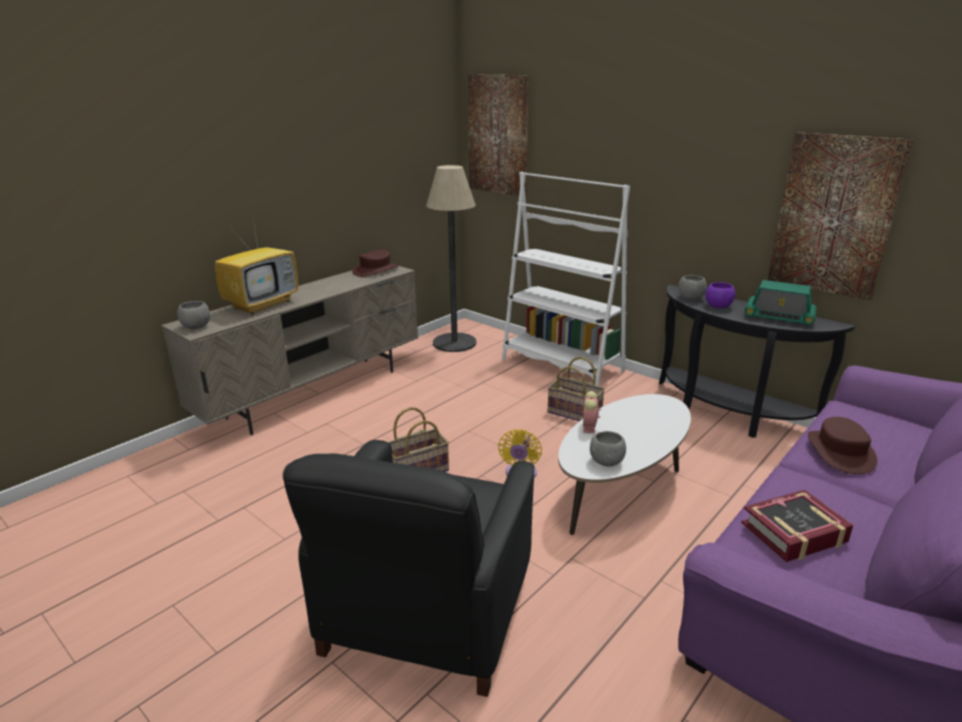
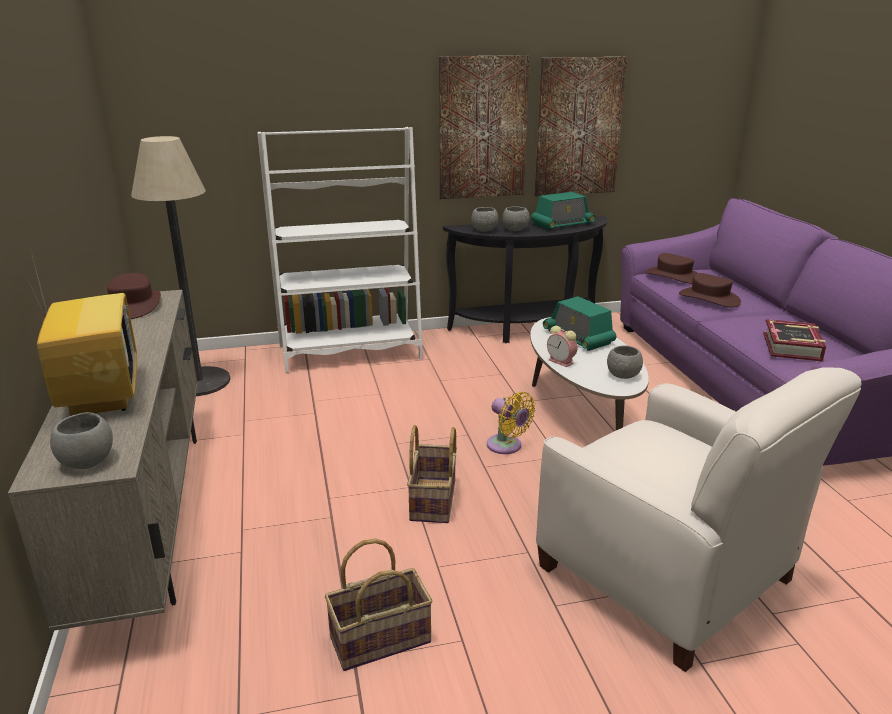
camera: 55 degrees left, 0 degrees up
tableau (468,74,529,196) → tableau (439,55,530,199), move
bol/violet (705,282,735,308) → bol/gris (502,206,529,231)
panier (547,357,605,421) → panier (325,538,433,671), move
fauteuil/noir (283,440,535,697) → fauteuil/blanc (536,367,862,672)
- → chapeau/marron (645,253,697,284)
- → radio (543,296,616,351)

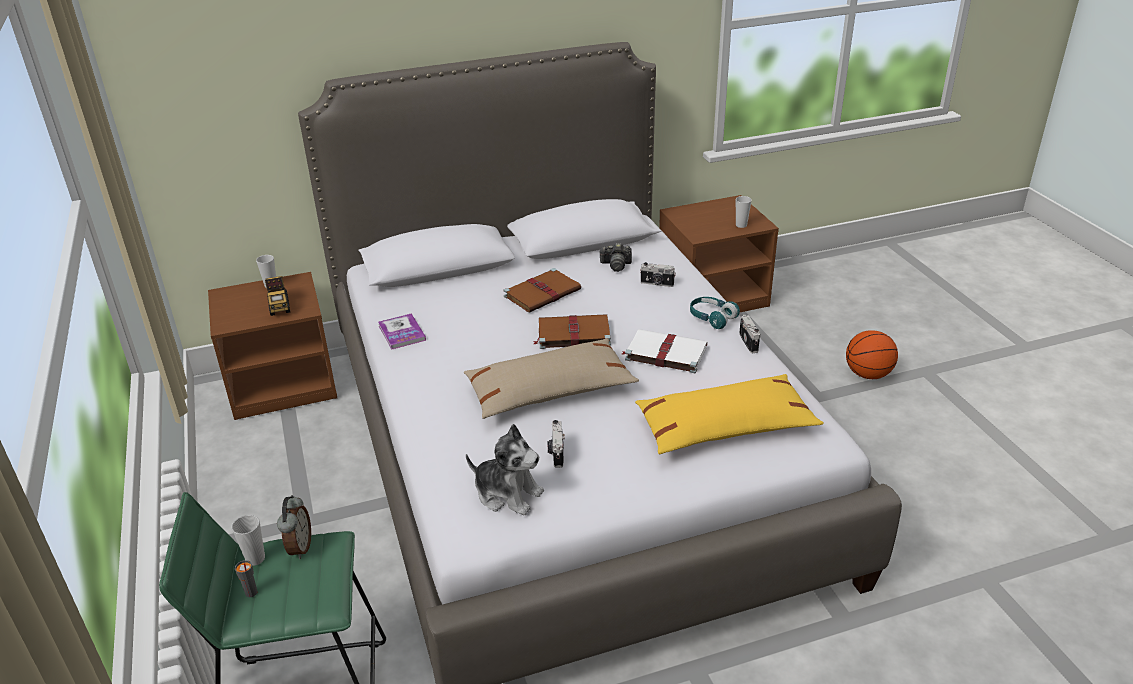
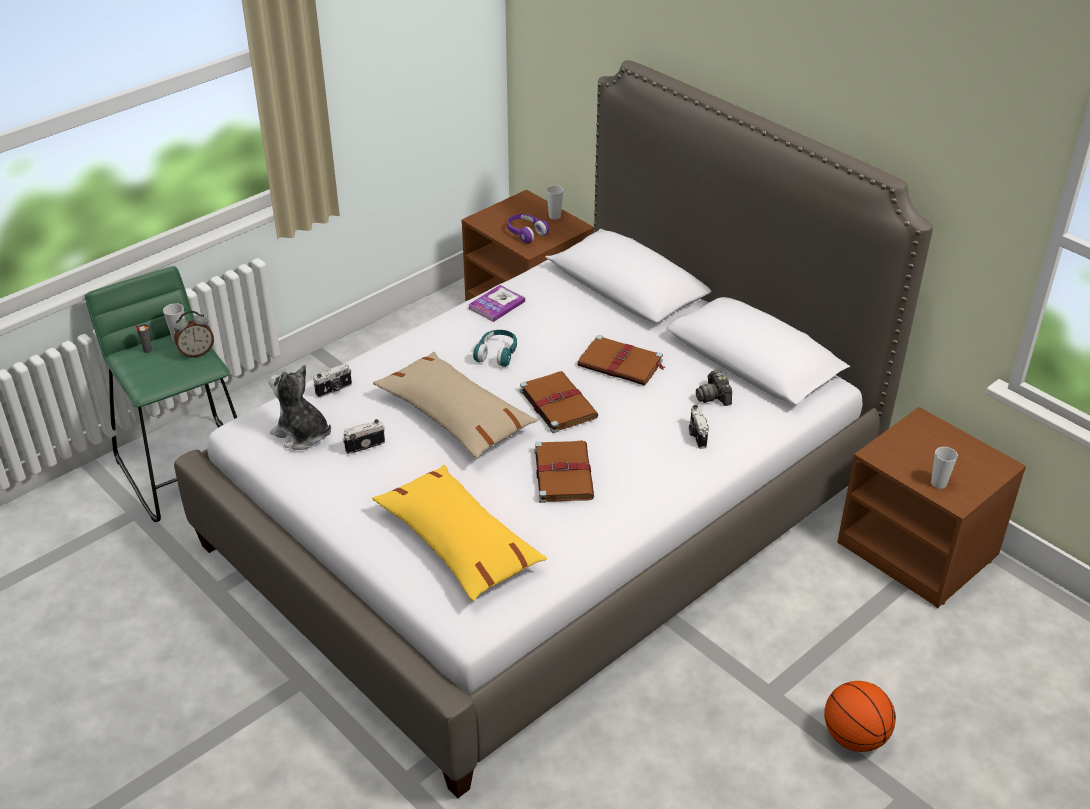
camera: 65 degrees right, 5 degrees up
camion jouet (265,276,290,316) → casque audio/violet (507,214,550,243)
casque audio/turquoise (690,297,740,329) → casque audio/turquoise (473,330,517,367), move
appareil photo (739,315,760,353) → appareil photo (313,363,352,398), move
livre/blanc (622,329,708,373) → livre/marron (534,440,594,503)
peluche (466,424,544,515) → peluche (269,365,331,450), 120 degrees clockwise

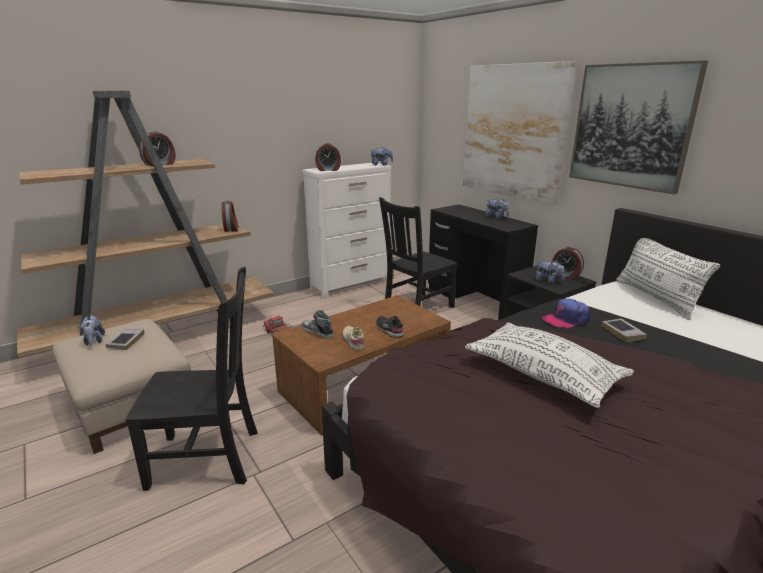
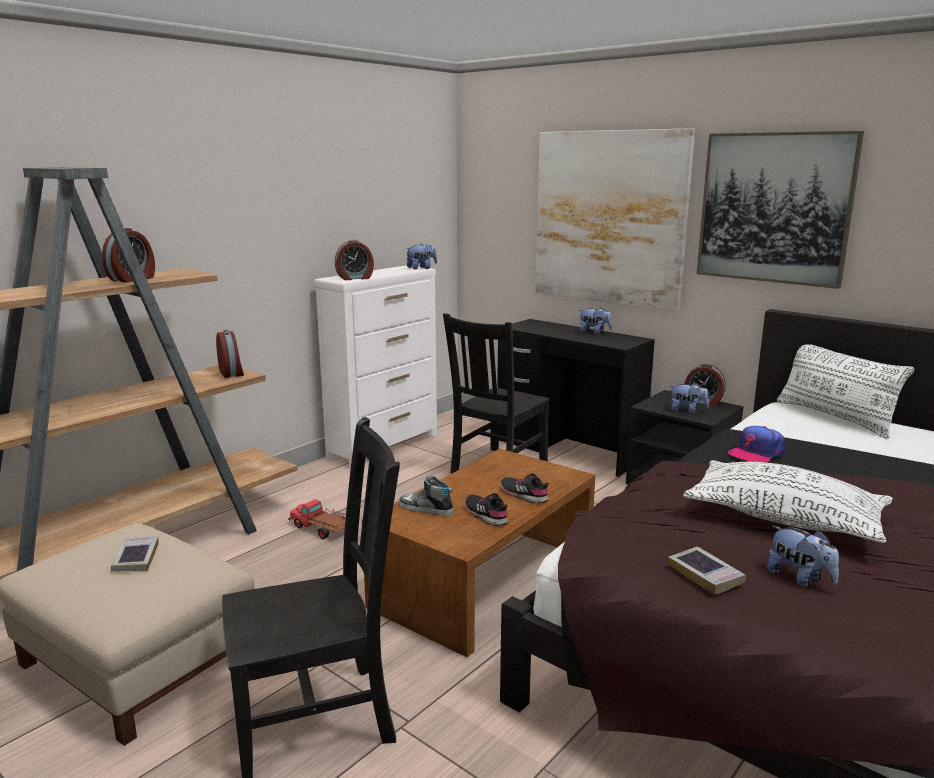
camera: 15 degrees left, 5 degrees down
peluche (79,314,105,345) → peluche (767,526,839,587), move
livre (602,318,647,342) → livre (668,546,746,595), move
chaussure/beige (342,326,364,350) → chaussure/noir (464,493,508,526)

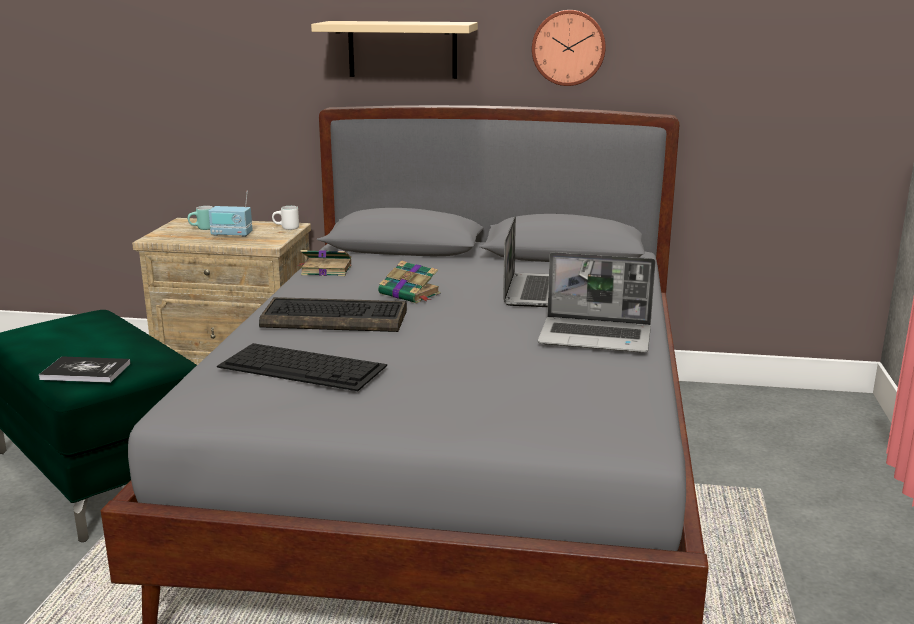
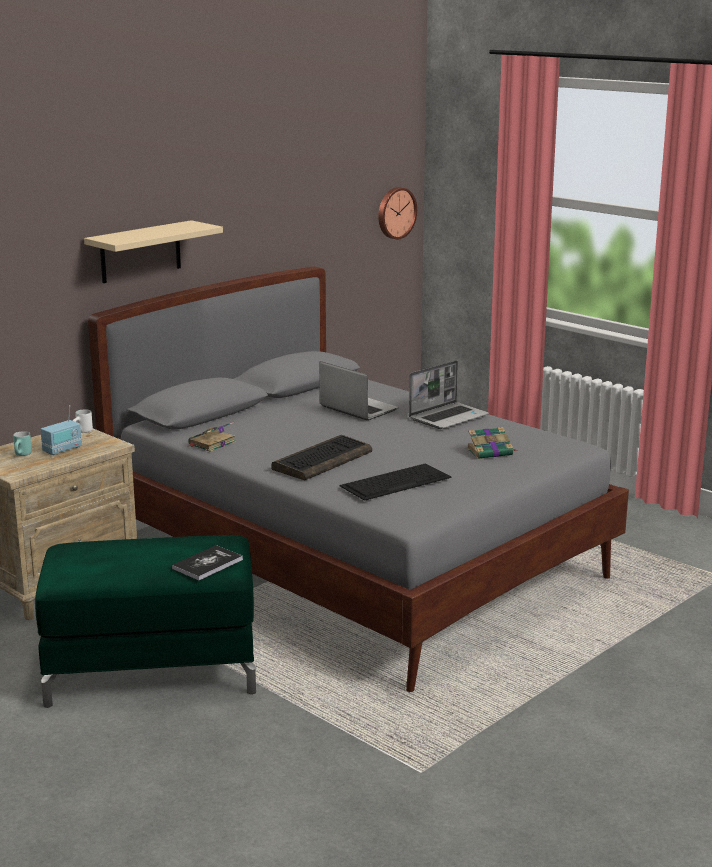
camera: 55 degrees left, 0 degrees up
horloge murale (532,10,606,86) → horloge murale (378,187,417,239), move
livre (378,260,440,303) → livre (467,427,517,459), move

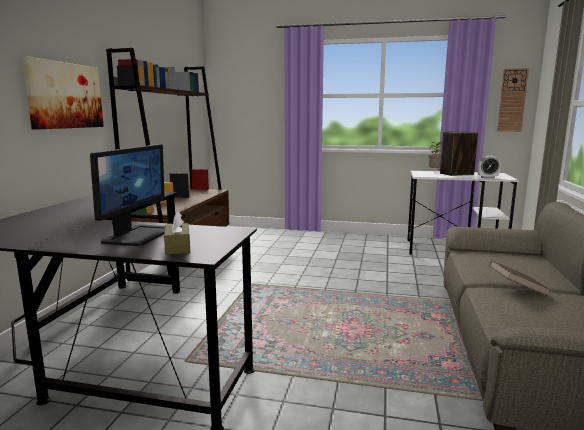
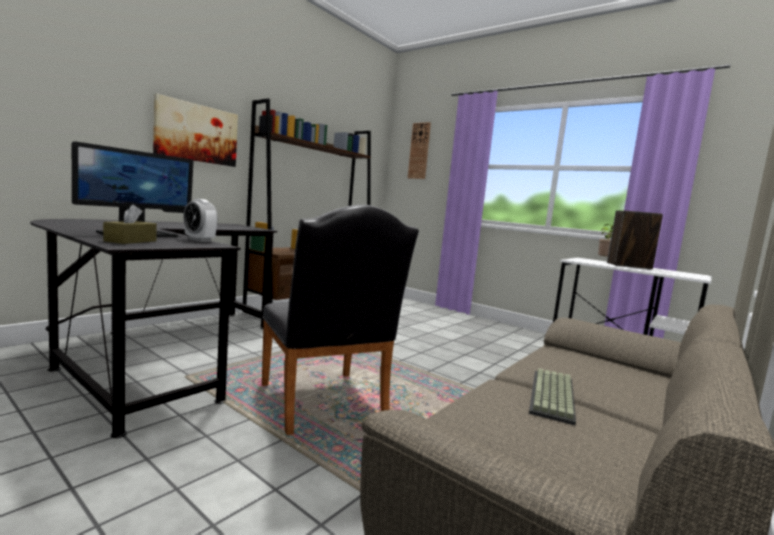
camera: 25 degrees right, 5 degrees down
horloge murale (497,68,529,132) → horloge murale (408,122,431,179), move
réveil (477,155,501,179) → réveil (183,199,218,242), move
livre/marron (489,260,551,296) → clavier (529,368,576,425)
- → chaise/noir (262,205,419,435)

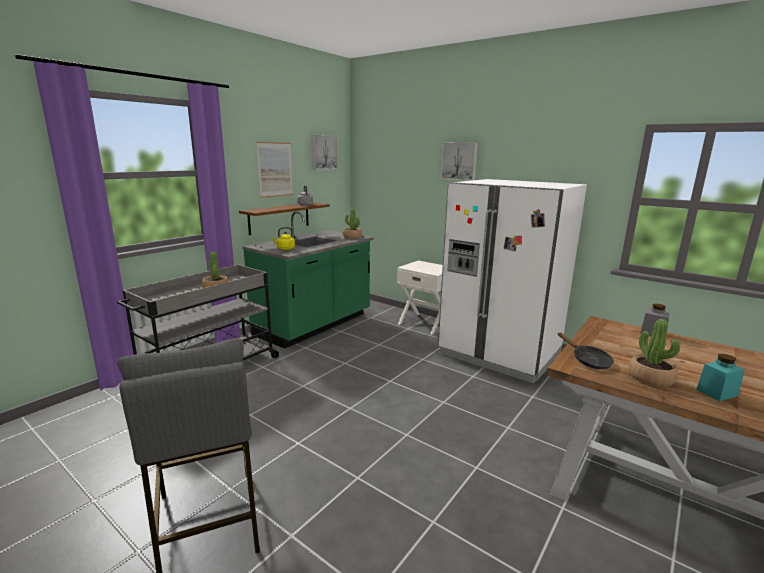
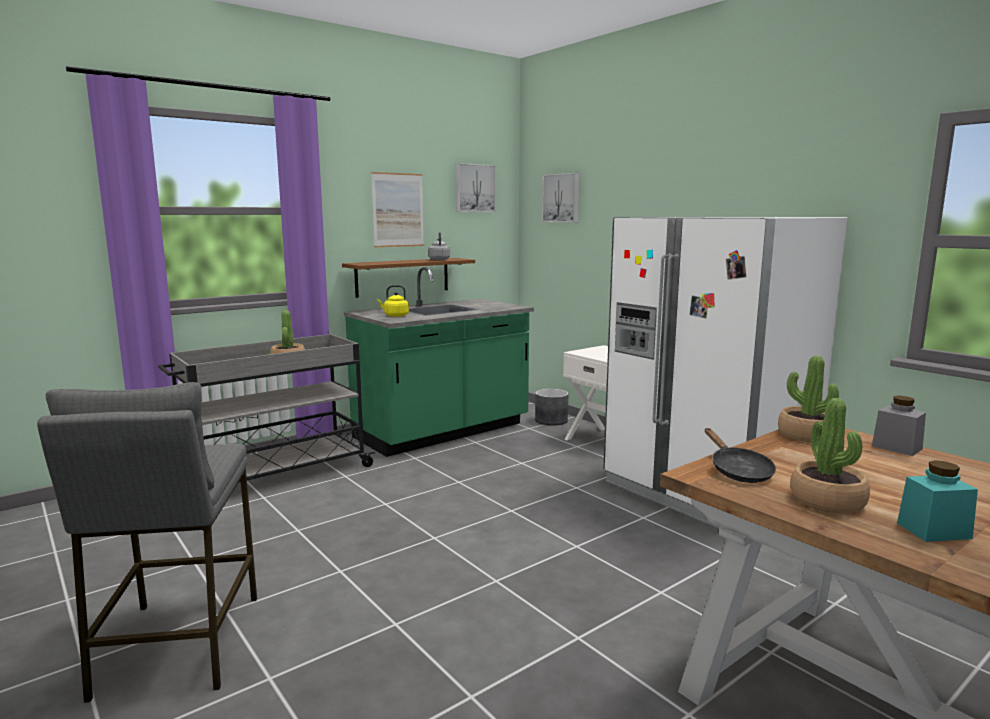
camera: 15 degrees right, 5 degrees down
tableau (441,142,478,181) → tableau (542,173,579,222), move
plante en pot (343,208,362,239) → plante en pot (778,356,839,443), move
- → cache-pot/gris (535,389,569,426)

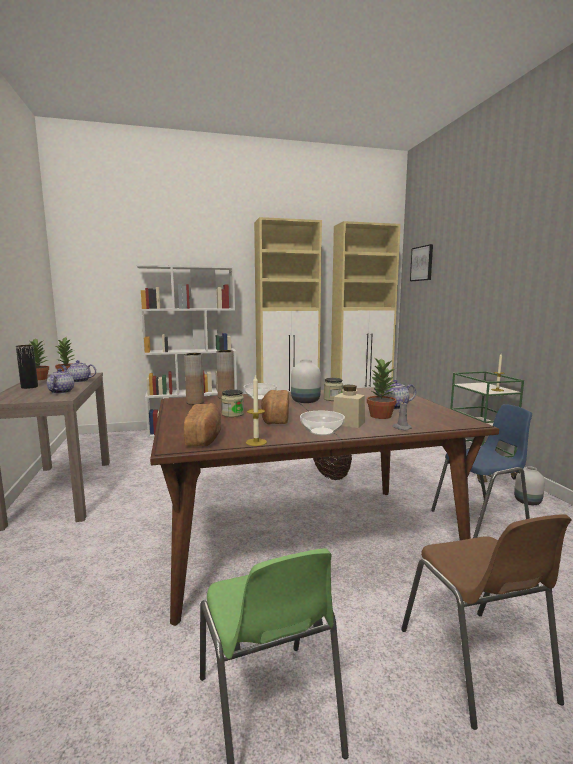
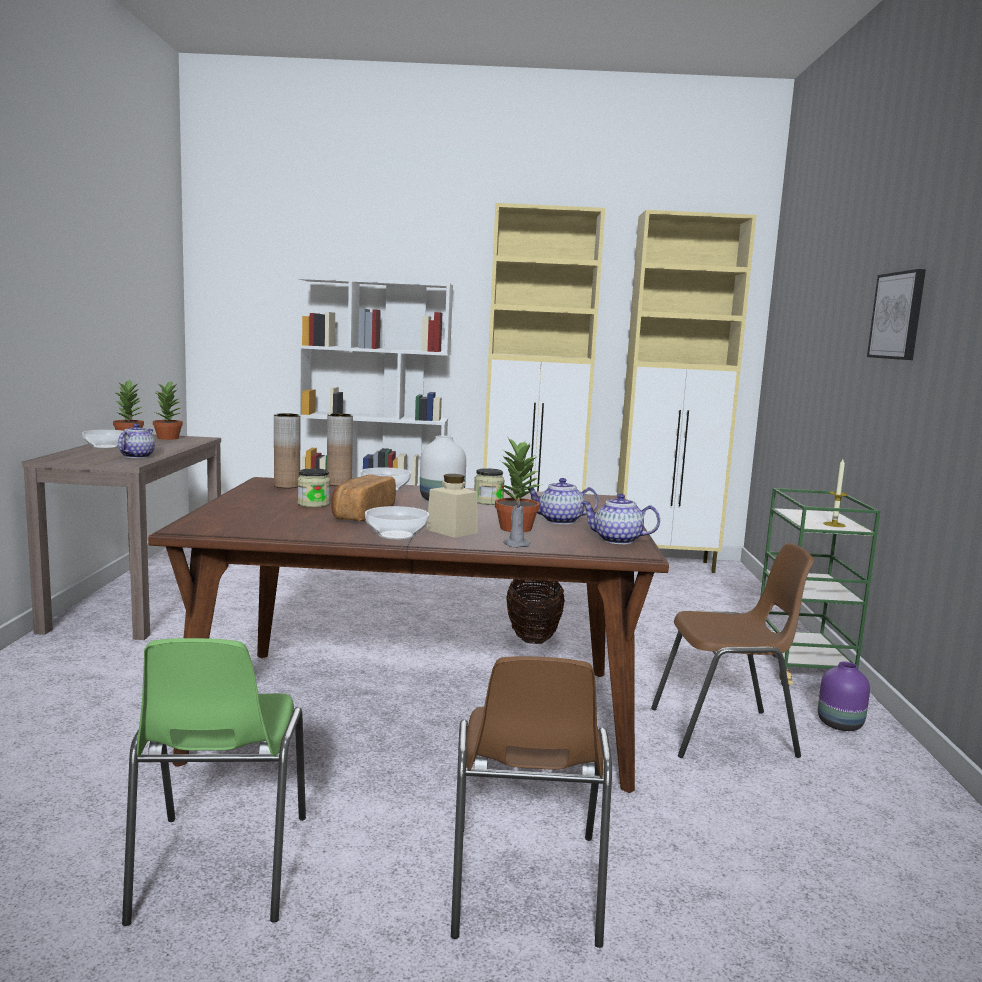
camera: 15 degrees right, 0 degrees up
tableau (410,244,433,281) → tableau (867,269,926,360), move
vase/noir (16,345,38,389) → bol (82,430,124,449)
théière (61,360,96,382) → théière (581,494,660,544), move
bougie (246,375,267,446) → -
pain (184,403,221,446) → -
chaise/bleu (431,404,532,538) → chaise/marron (651,543,814,758)
vase/blanc (514,466,545,505) → vase/violet (818,662,870,731)

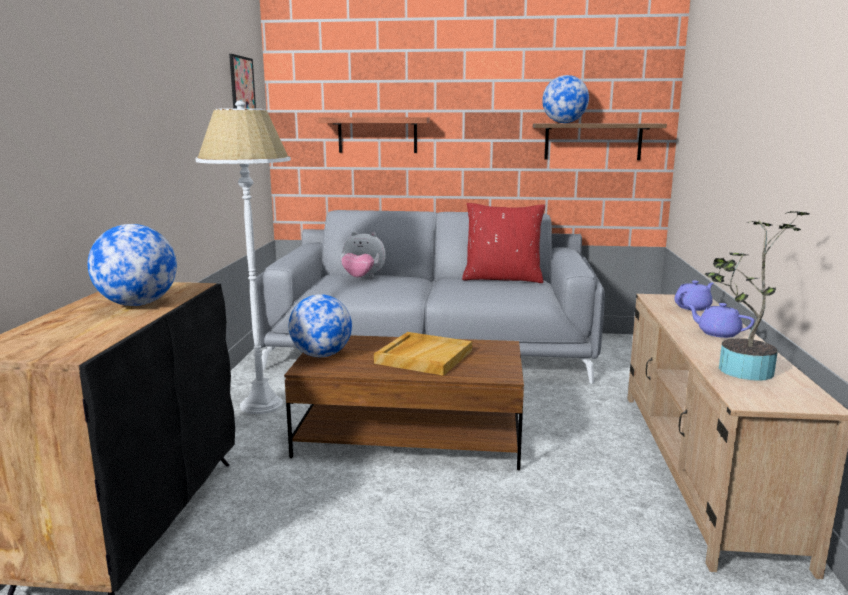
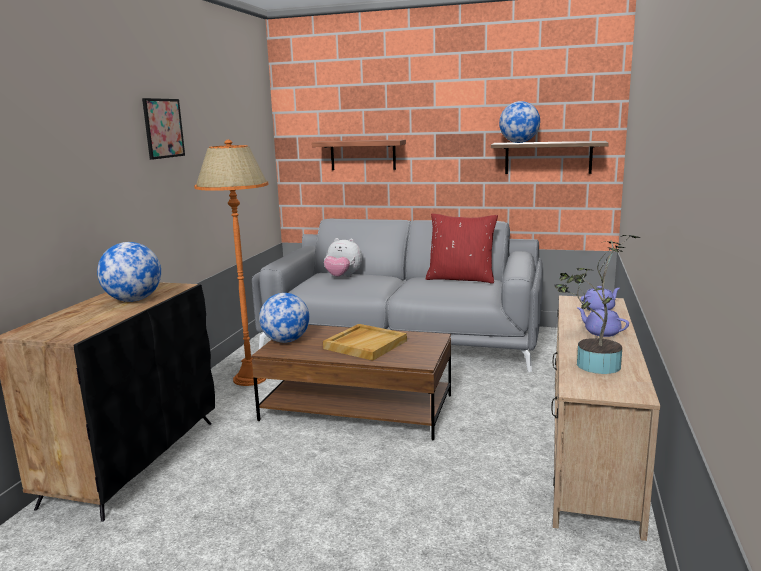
camera: 10 degrees right, 0 degrees up
tableau (229,54,256,109) → tableau (142,98,185,160), move
lampadaire/blanc (195,101,291,414) → lampadaire/orange (194,140,268,386)

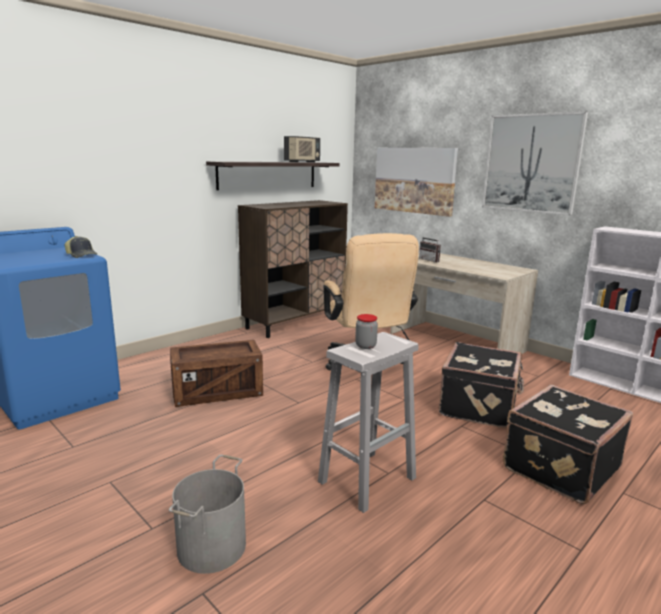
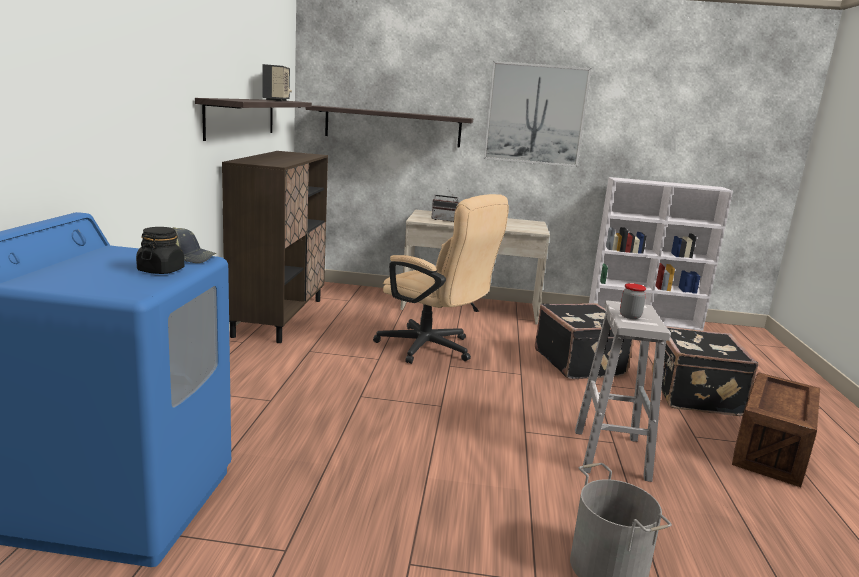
camera: 40 degrees left, 0 degrees up
tableau (375,148,458,217) → étagère (306,105,473,147)
caisse (170,340,263,407) → caisse (732,372,820,487), move
- → bocal/noir (136,227,184,274)

